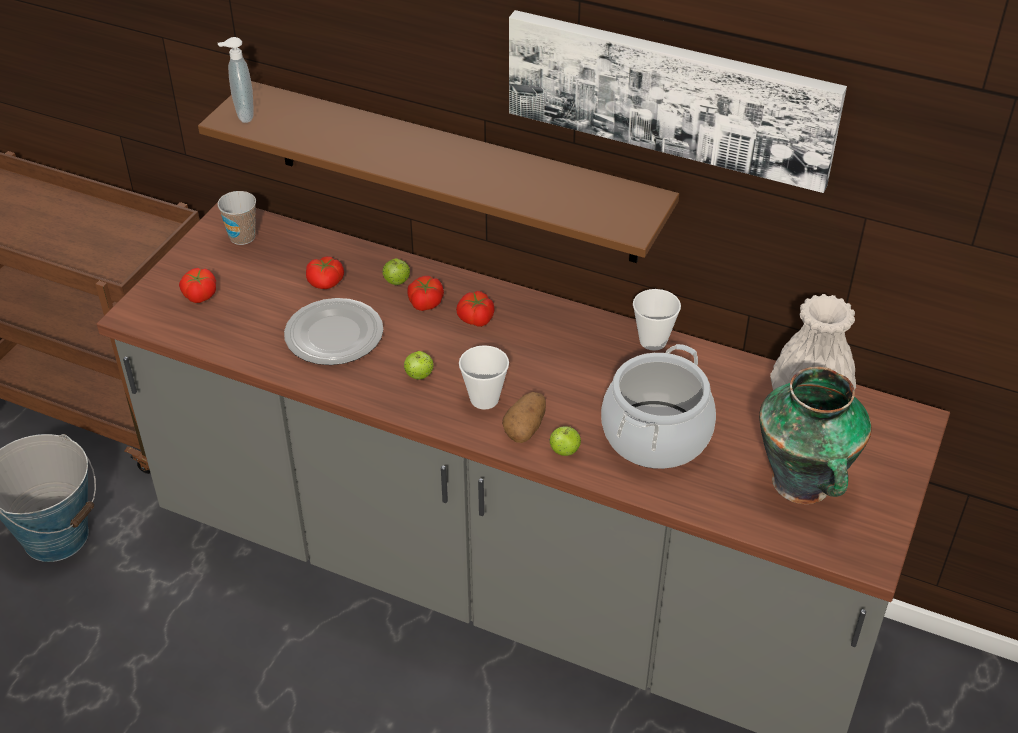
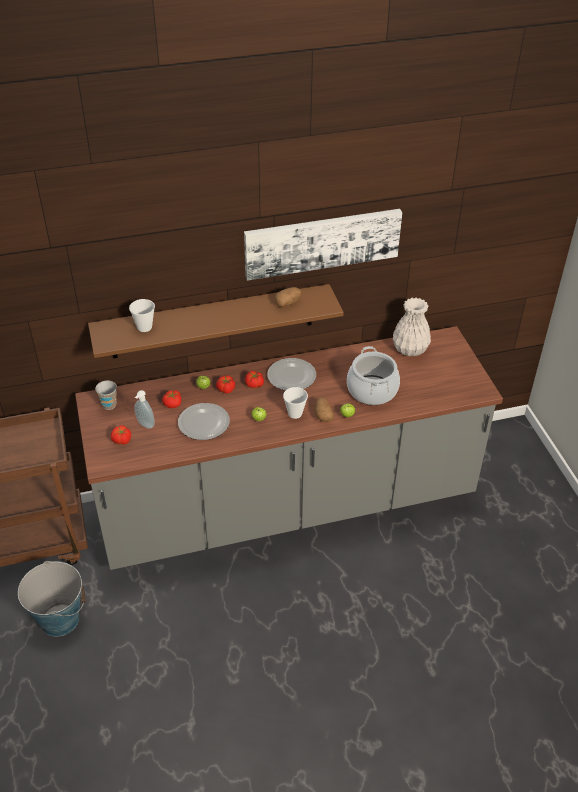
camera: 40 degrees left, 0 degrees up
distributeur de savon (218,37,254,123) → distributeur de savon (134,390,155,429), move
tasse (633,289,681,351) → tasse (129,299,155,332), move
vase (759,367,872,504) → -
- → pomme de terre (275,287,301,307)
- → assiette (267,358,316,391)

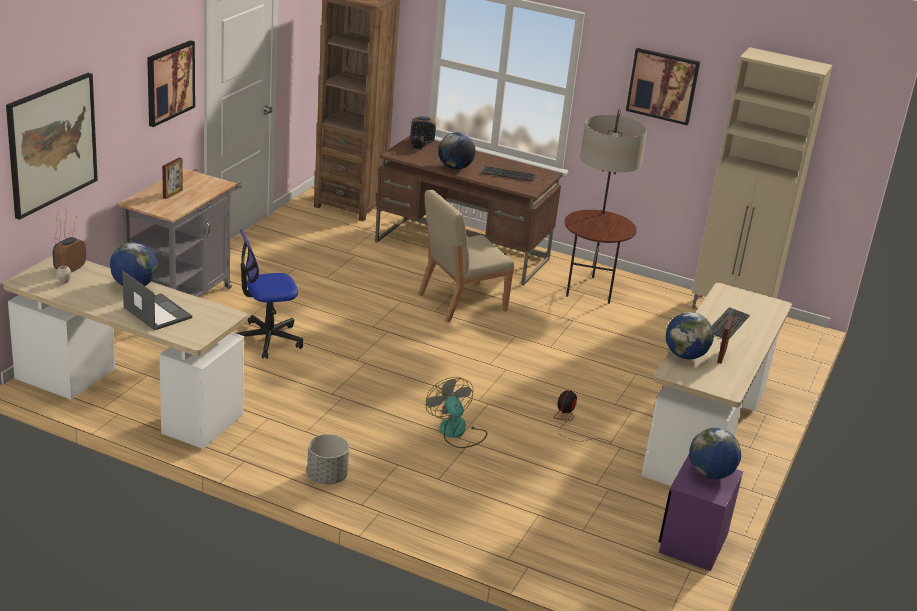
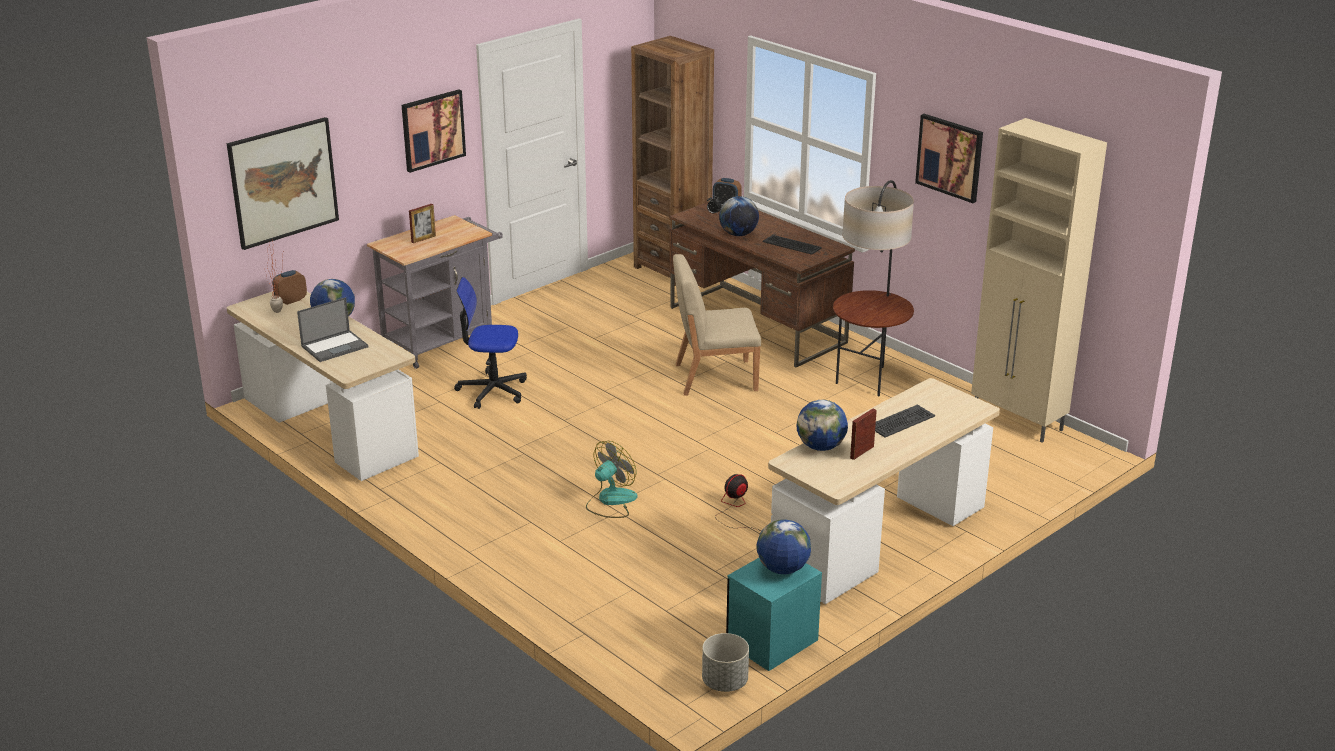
camera: 25 degrees right, 0 degrees up
ordinateur portable (122,271,192,331) → ordinateur portable (297,297,368,362), 75 degrees clockwise
ventilateur (426,377,488,448) → ventilateur (586,441,638,518), 45 degrees clockwise
cache-pot/gris (307,434,349,484) → cache-pot/gris (702,633,749,692), move
table de chevet/violet (659,455,743,571) → table de chevet/turquoise (726,558,822,671)

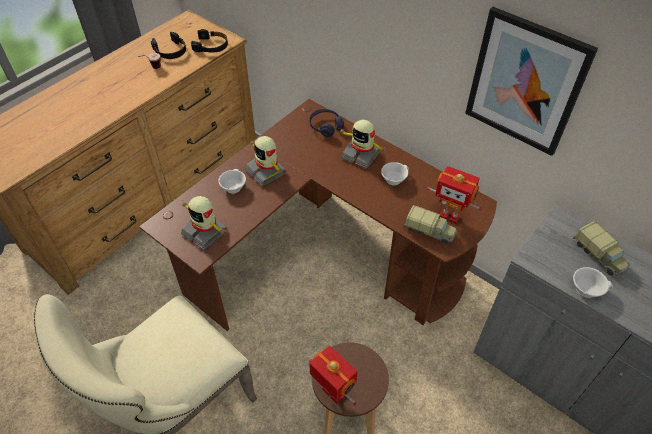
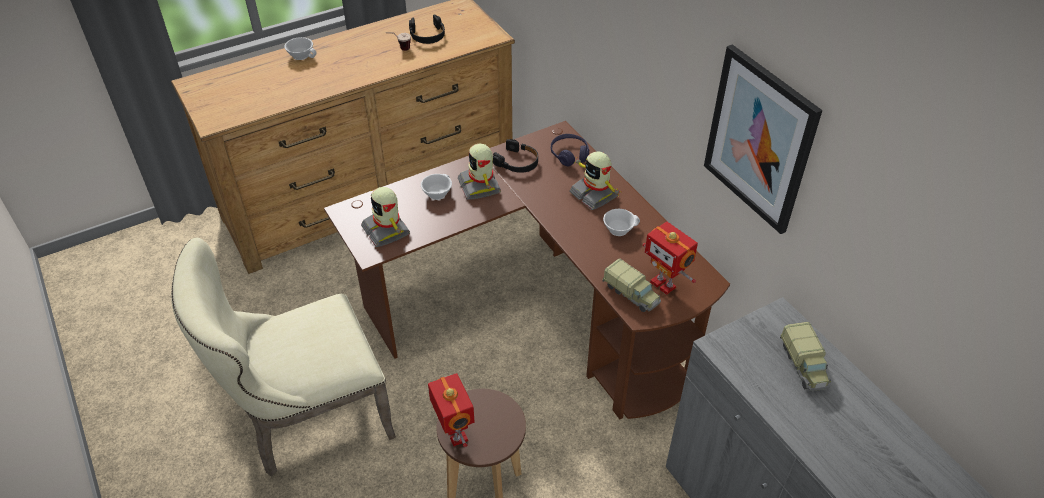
camera: 20 degrees right, 5 degrees down
casque audio/noir (191,29,228,53) → casque audio/noir (493,139,538,173), move
tasse/blanc (573,267,613,298) → tasse/blanc (284,37,317,60), move

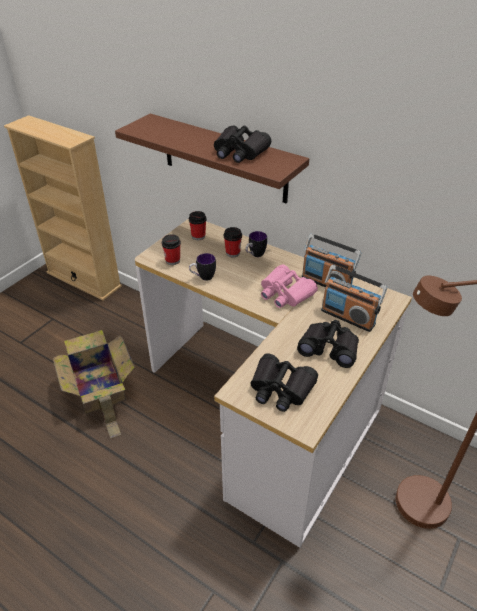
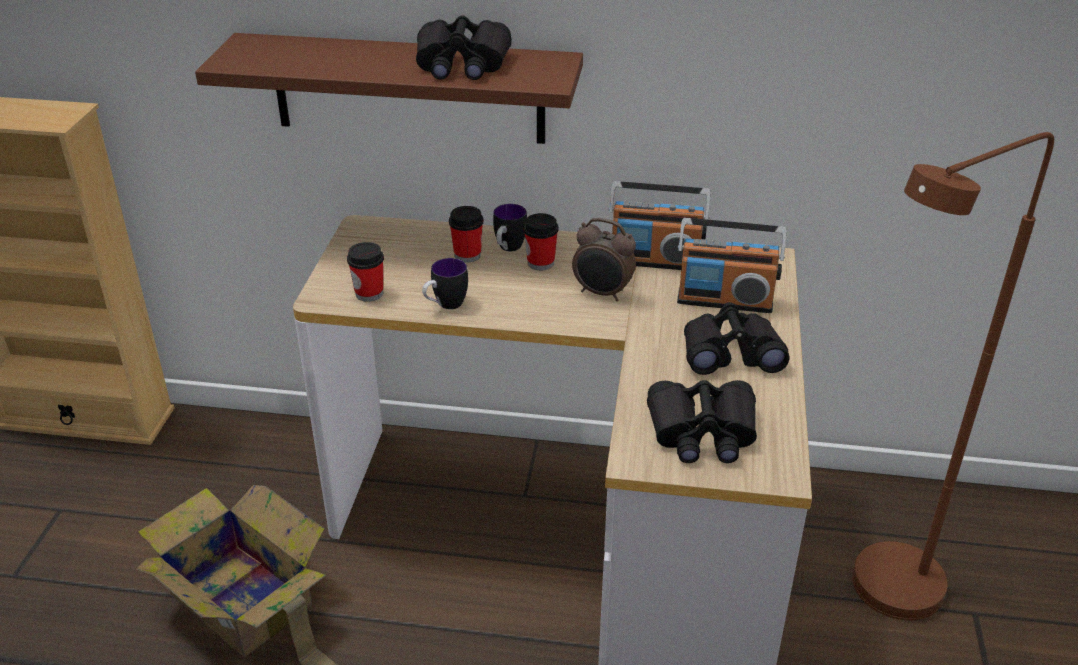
camera: 25 degrees left, 5 degrees down
tasse (189,211,207,240) → tasse (523,213,559,270), move
jumelles/rose (261,264,318,308) → réveil (572,218,636,301)

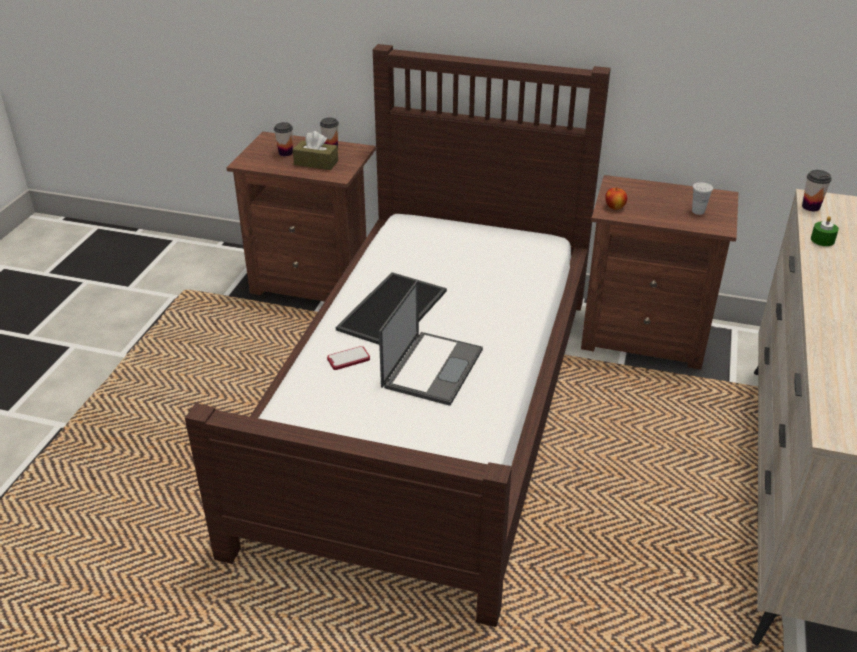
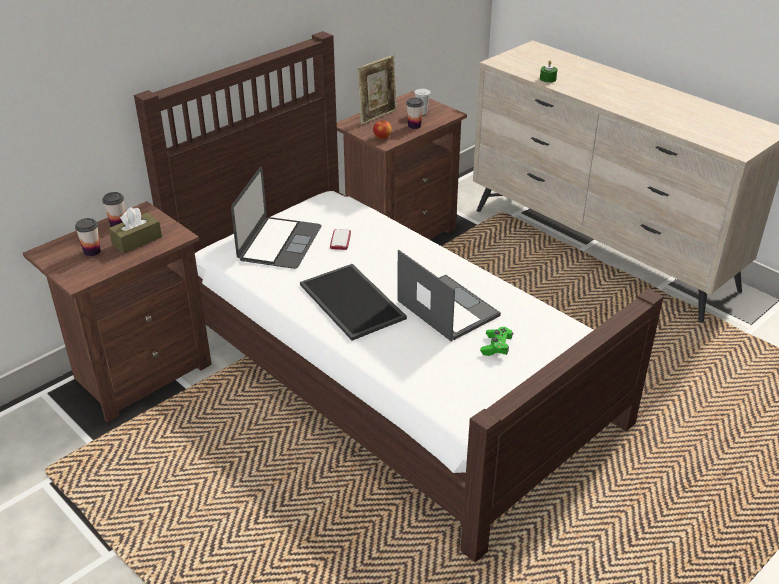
camera: 60 degrees left, 0 degrees up
tasse (802,170,832,211) → tasse (406,98,424,129), move
téléphone (327,346,370,370) → téléphone (330,229,351,250), move
- → cadre photo (357,55,397,125)
- → ordinateur portable (231,167,322,269)
- → manette/vert (480,327,513,356)

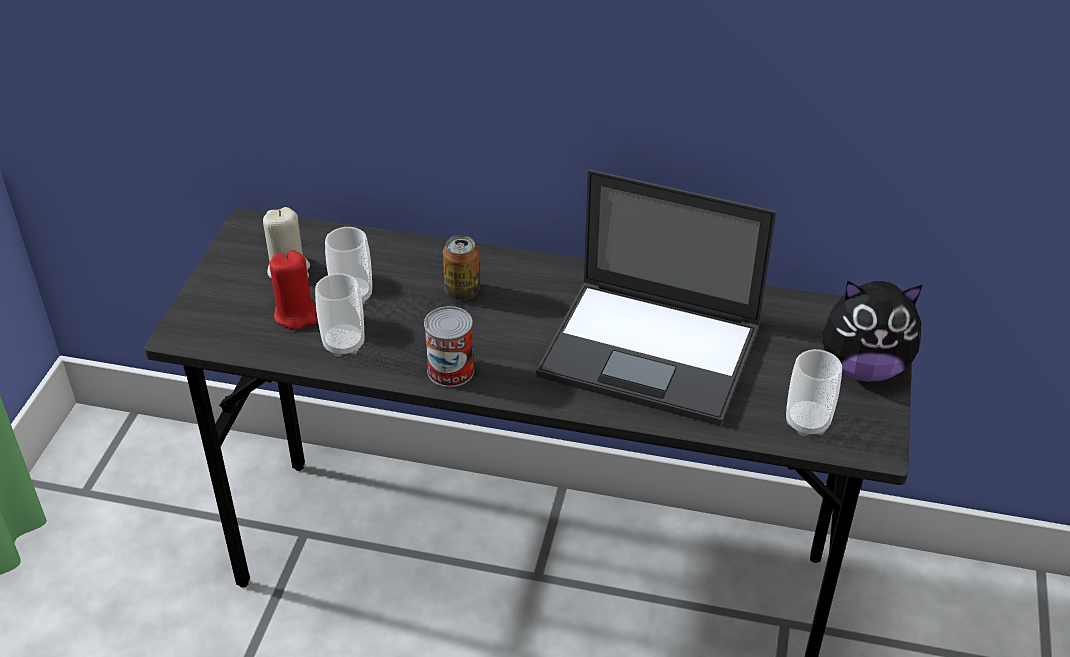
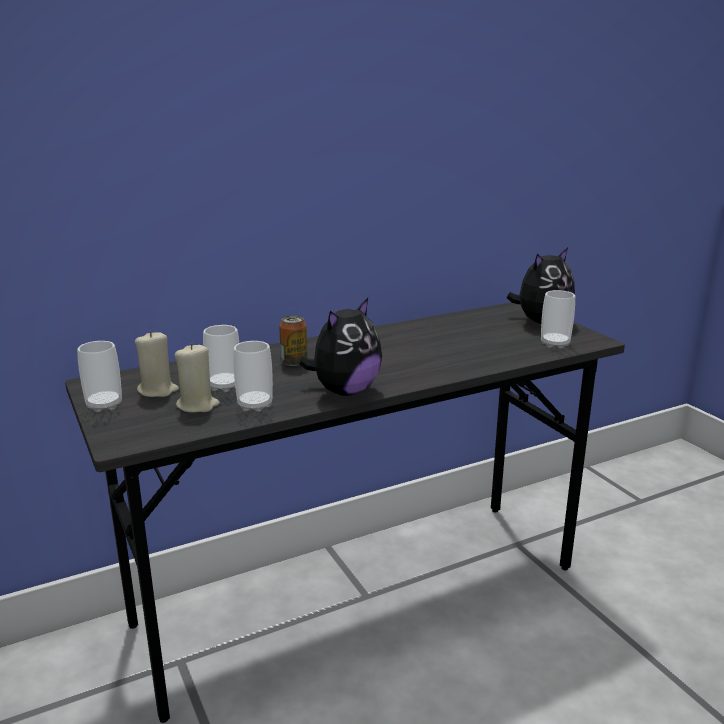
camera: 40 degrees left, 20 degrees down
ordinateur portable (536,169,777,426) → -
bougie/rouge (270,250,318,330) → bougie/beige (175,343,220,413)
boîte métallique (424,306,474,387) → peluche (299,298,382,396)
- → tasse (77,341,122,412)

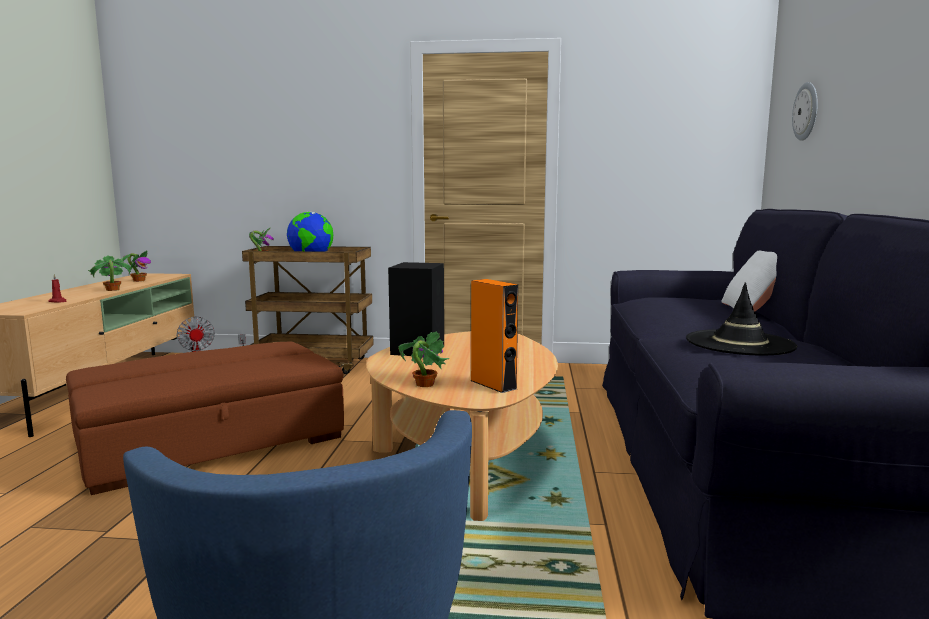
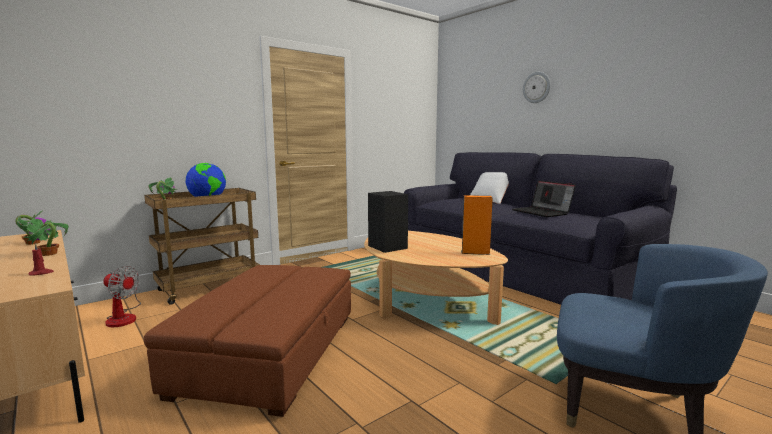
camera: 45 degrees left, 0 degrees up
horloge murale (792,82,818,141) → horloge murale (523,72,551,103), move
chapeau/noir (686,282,797,355) → ordinateur portable (512,180,576,217)
plante en pot (398,331,449,387) → -

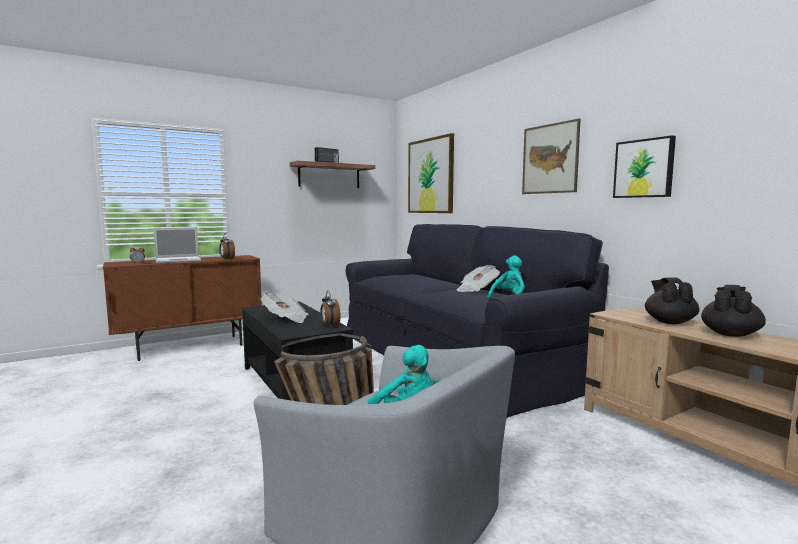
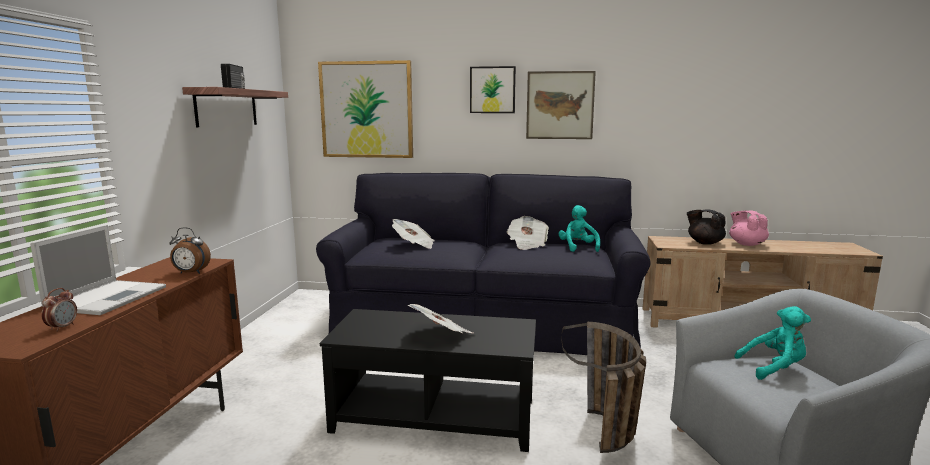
camera: 50 degrees left, 5 degrees up
tableau (613,135,676,198) → tableau (470,66,516,113), move
théière/noir (701,285,766,337) → théière/rose (729,210,769,246)
réveil (320,291,341,327) → -
- → journal (392,219,434,249)

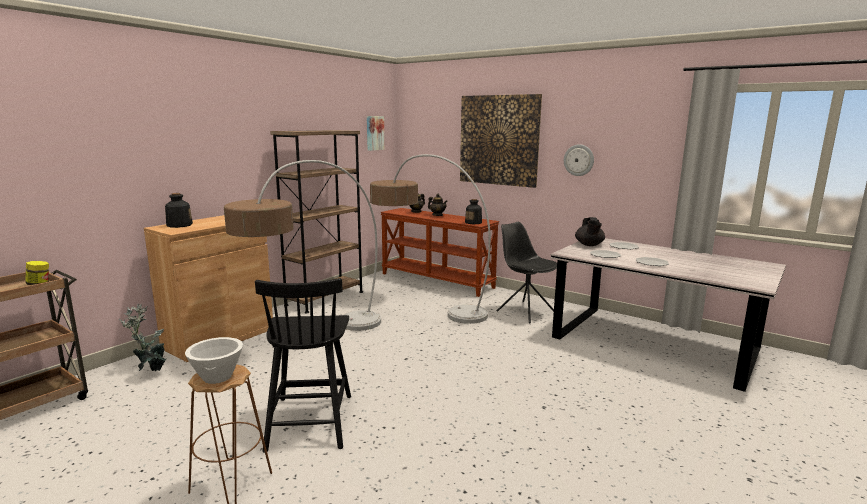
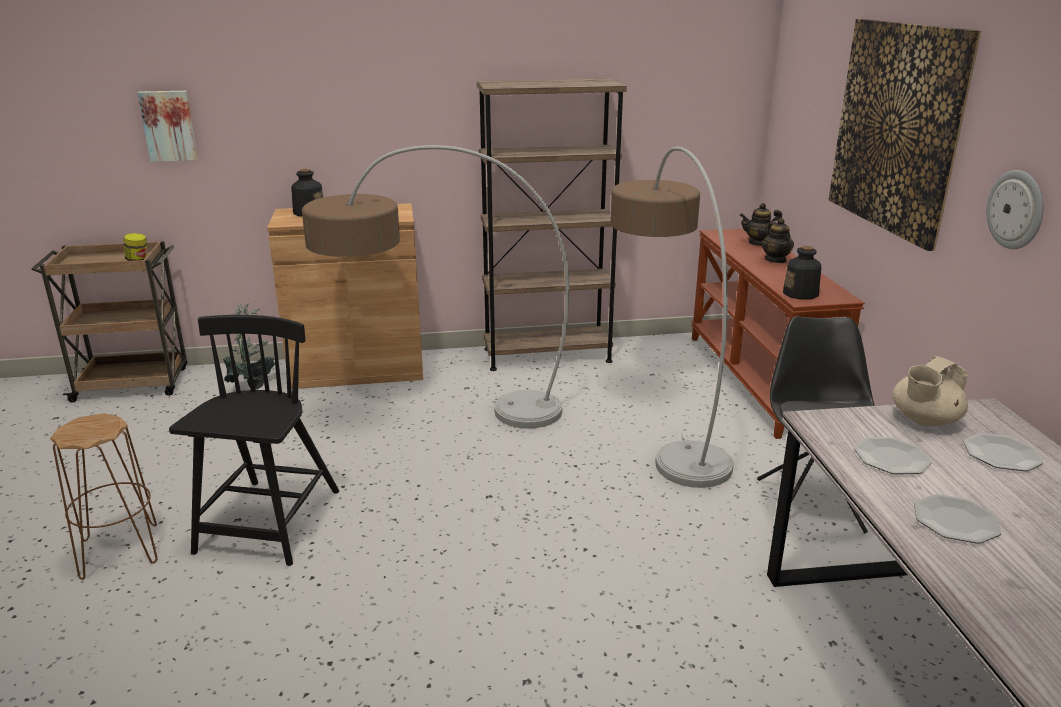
camera: 45 degrees right, 10 degrees up
tableau (367,116,385,151) → tableau (137,91,198,162), move
théière/noir (575,217,605,246) → théière/beige (893,356,968,426)
chaise/noir (255,278,351,453) → chaise/noir (169,315,339,566), 150 degrees clockwise
bol/blanc (185,337,243,384) → -

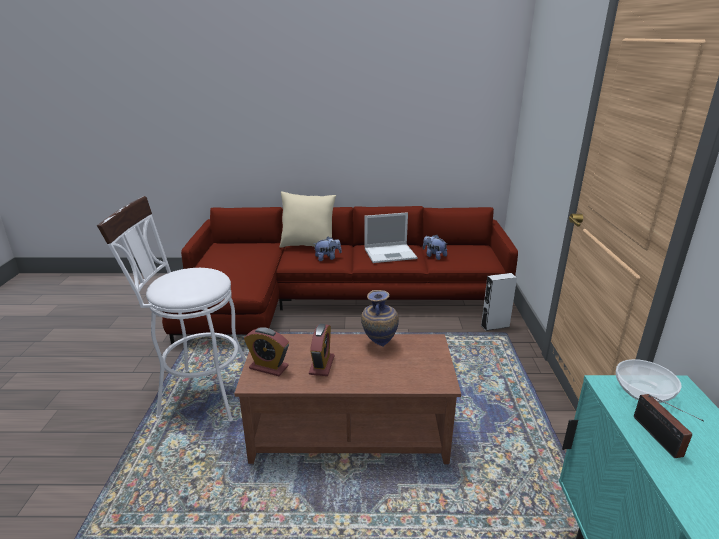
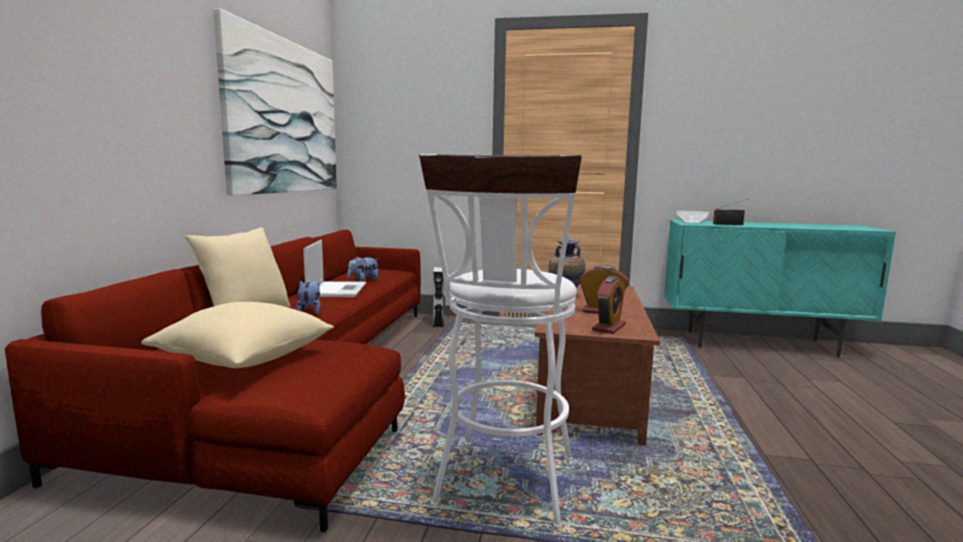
camera: 80 degrees left, 15 degrees down
- → tableau (213,8,337,195)
- → coussin/beige (141,302,334,368)

